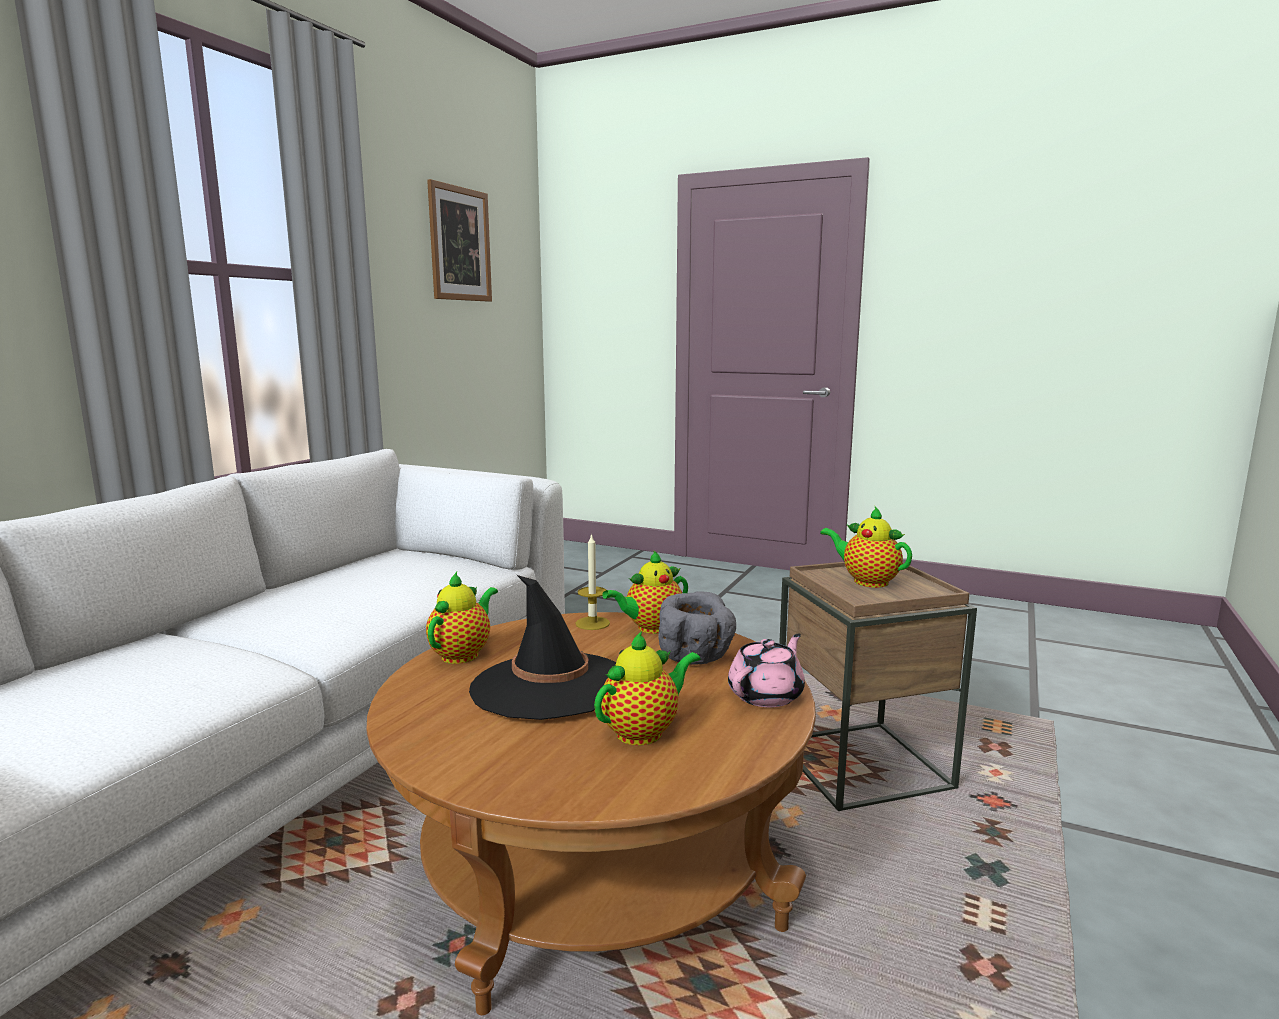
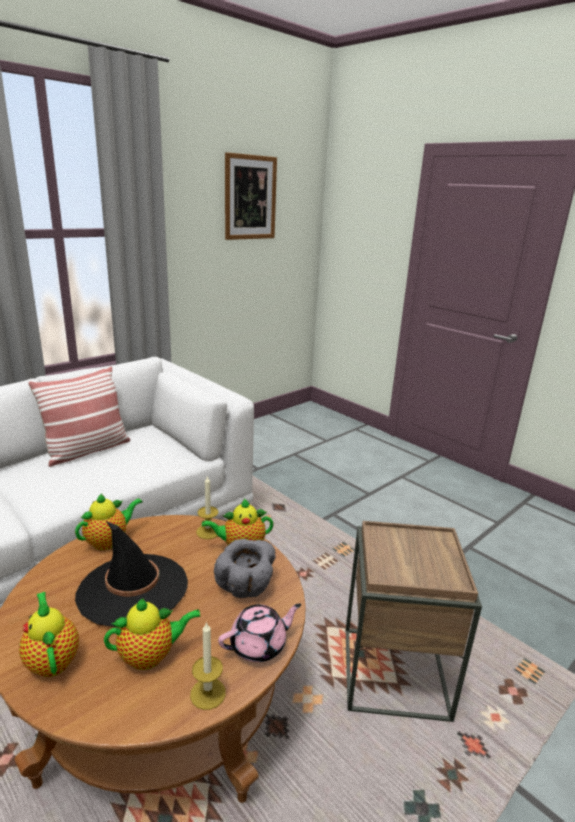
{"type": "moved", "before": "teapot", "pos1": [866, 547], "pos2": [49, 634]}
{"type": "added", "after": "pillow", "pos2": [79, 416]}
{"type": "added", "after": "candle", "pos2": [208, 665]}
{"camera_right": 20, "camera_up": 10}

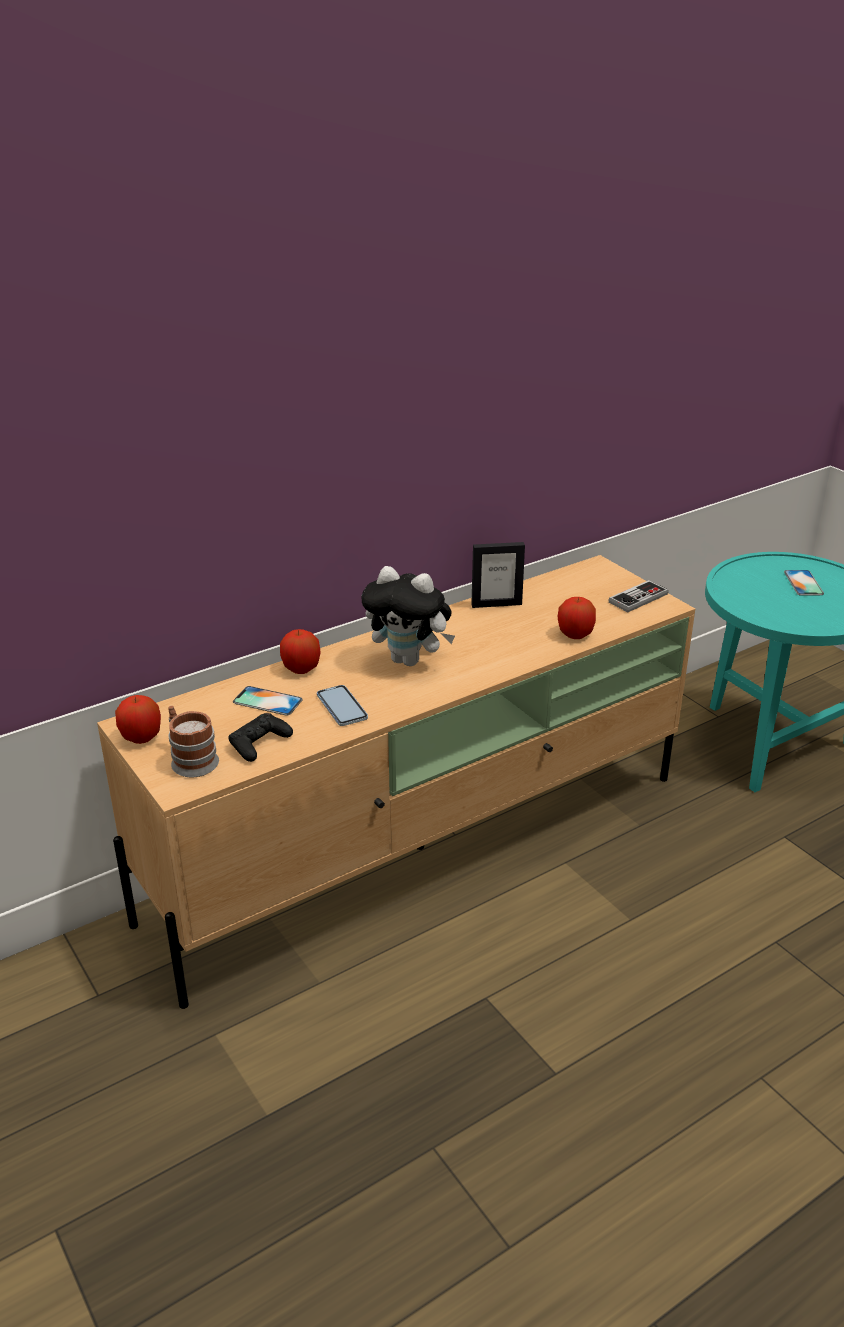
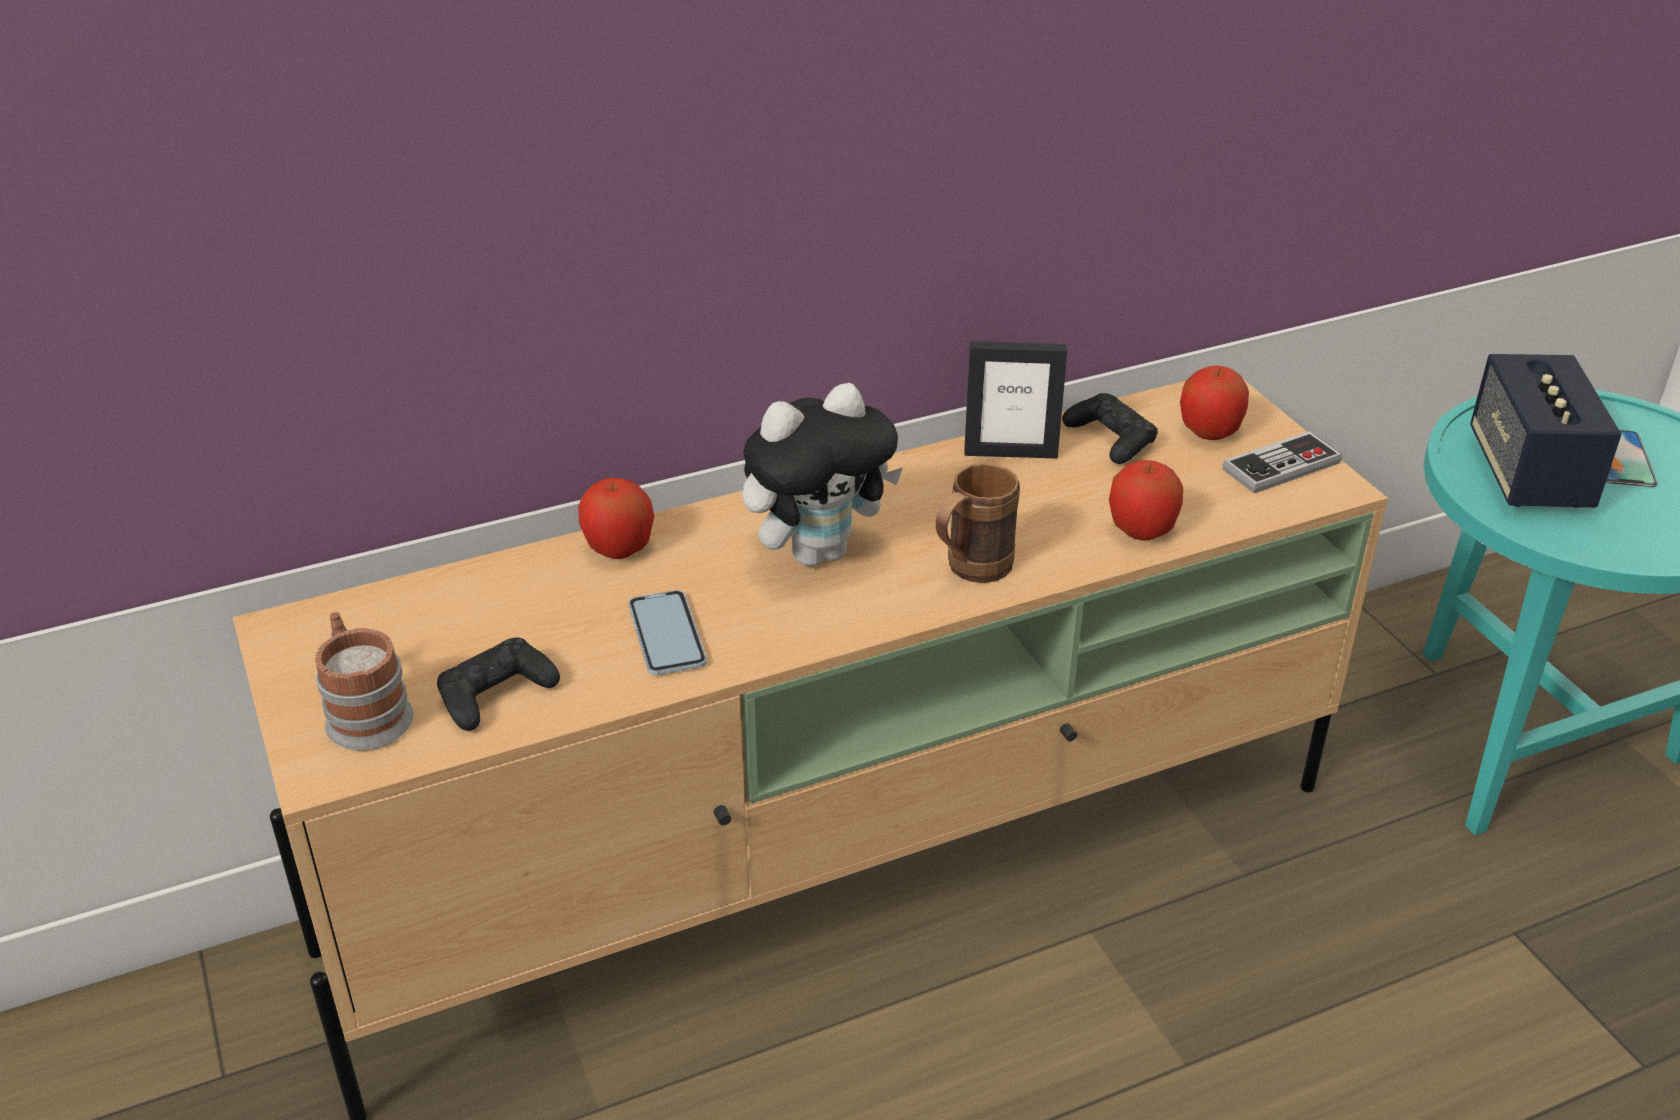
{"type": "turned", "before": "plush toy", "pos1": [408, 616], "pos2": [822, 475], "turn": -60}
{"type": "added", "after": "brown mug", "pos2": [978, 523]}
{"type": "added", "after": "black game controller", "pos2": [1110, 428]}
{"type": "moved", "before": "apple", "pos1": [138, 719], "pos2": [1214, 403]}
{"type": "added", "after": "speaker", "pos2": [1545, 431]}
{"type": "removed", "before": "phone", "pos1": [268, 701]}
{"camera_right": 10, "camera_up": 5}

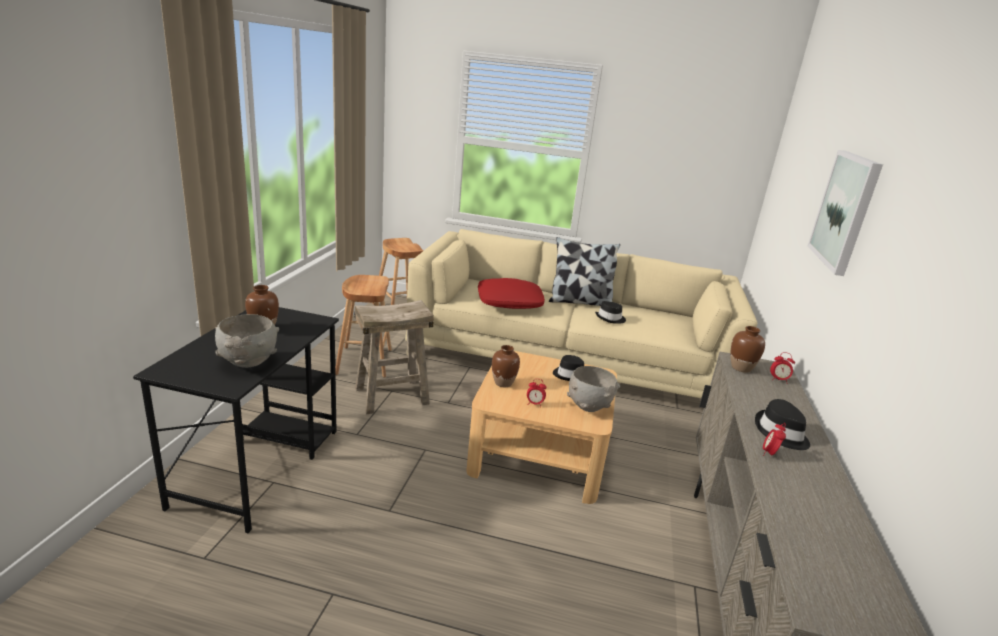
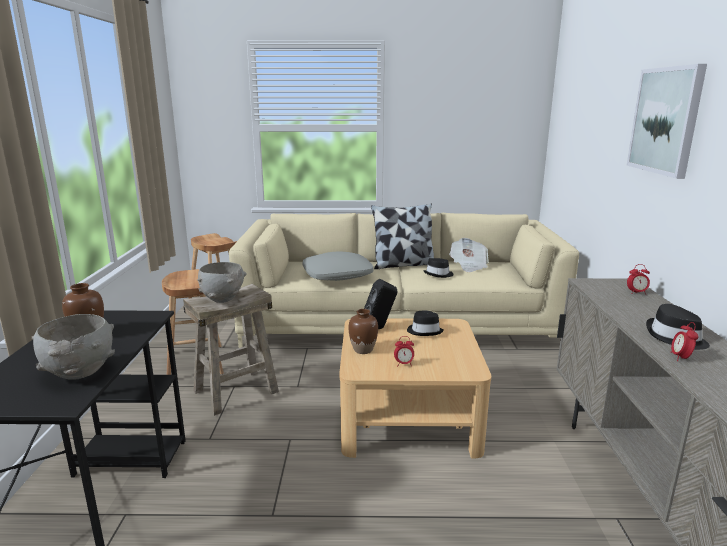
{"type": "moved", "before": "grey bowl", "pos1": [593, 389], "pos2": [222, 282]}
{"type": "recoloured", "before": "red pillow", "after": "grey pillow", "pos1": [511, 293], "pos2": [338, 266]}
{"type": "added", "after": "black speaker", "pos2": [380, 304]}
{"type": "added", "after": "newspaper", "pos2": [468, 255]}
{"type": "removed", "before": "brown vase", "pos1": [747, 349]}
{"camera_right": -10, "camera_up": -5}

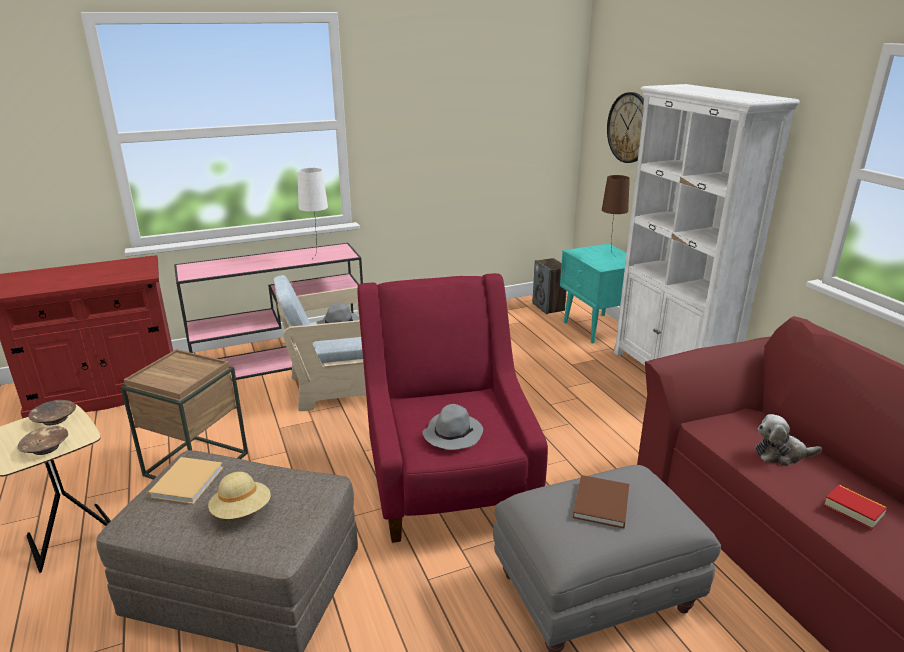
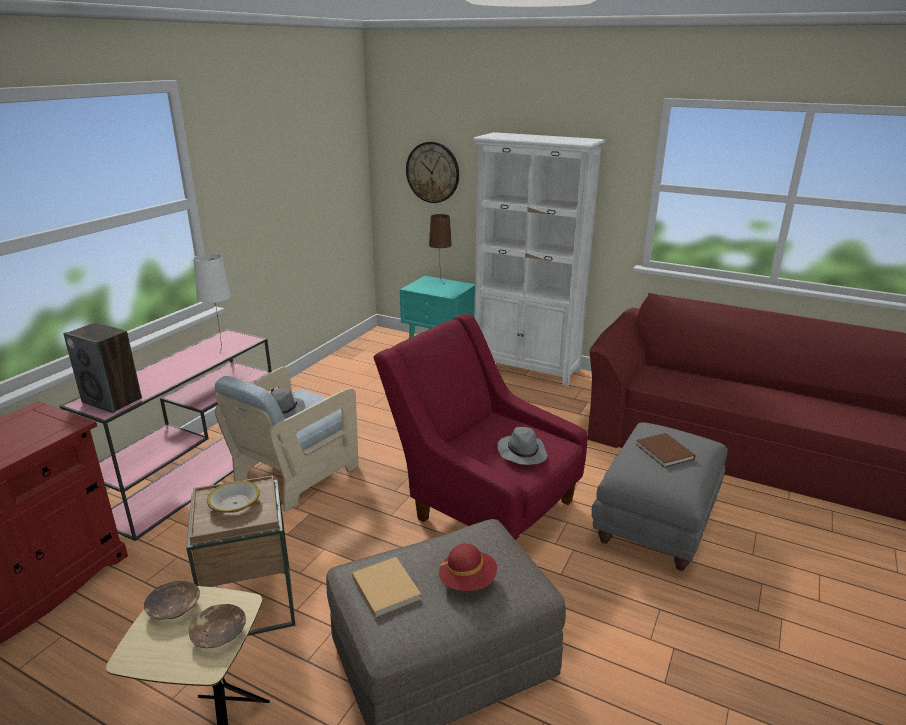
{"type": "moved", "before": "speaker", "pos1": [549, 286], "pos2": [102, 367]}
{"type": "added", "after": "bowl", "pos2": [233, 497]}
{"type": "recoloured", "before": "beige hat", "after": "red hat", "pos1": [239, 495], "pos2": [468, 567]}
{"type": "removed", "before": "plush toy", "pos1": [788, 440]}
{"type": "removed", "before": "book", "pos1": [855, 507]}
{"camera_right": -40, "camera_up": 0}

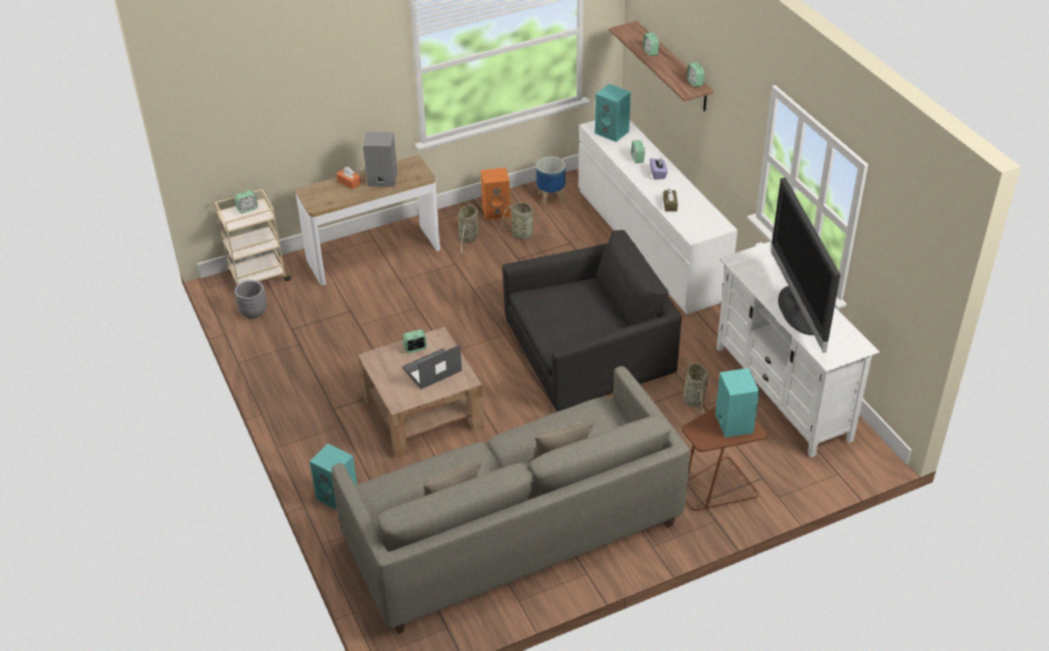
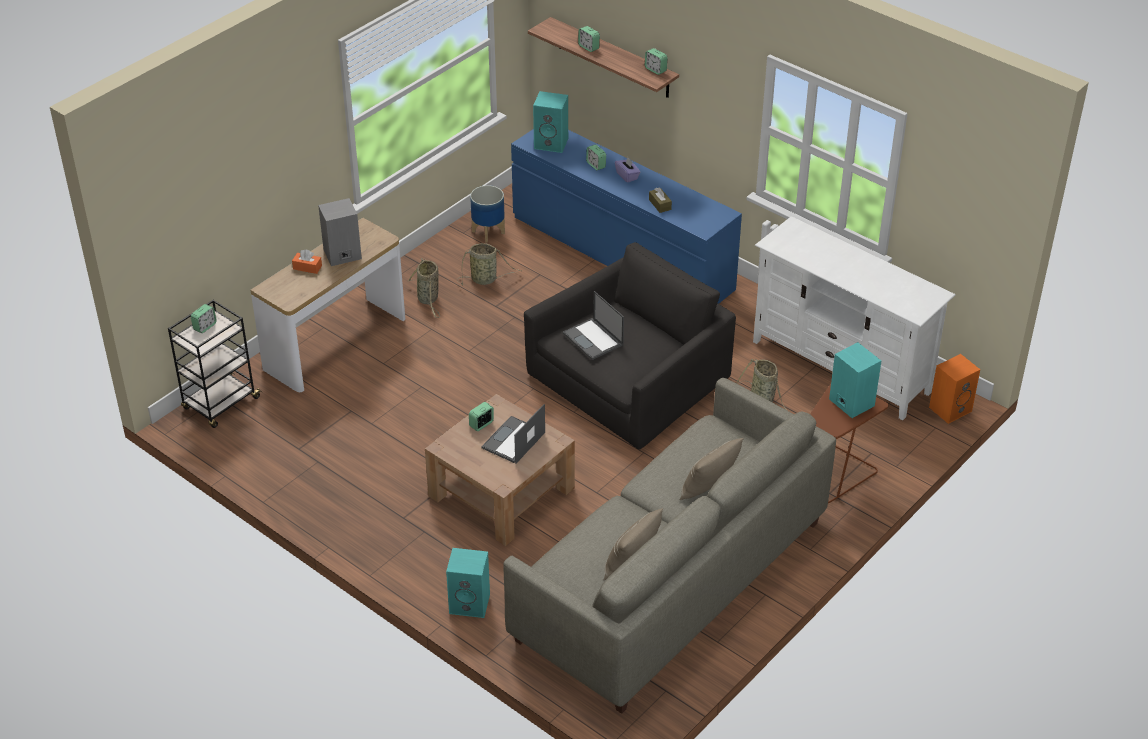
{"type": "recoloured", "before": "beige cart", "after": "black cart", "pos1": [254, 237], "pos2": [215, 364]}
{"type": "recoloured", "before": "white dresser", "after": "blue dresser", "pos1": [658, 217], "pos2": [626, 216]}
{"type": "added", "after": "laptop", "pos2": [593, 325]}
{"type": "moved", "before": "orange speaker", "pos1": [495, 193], "pos2": [954, 389]}
{"type": "removed", "before": "grey planter", "pos1": [251, 299]}
{"type": "removed", "before": "television", "pos1": [806, 265]}
{"camera_right": -25, "camera_up": 0}

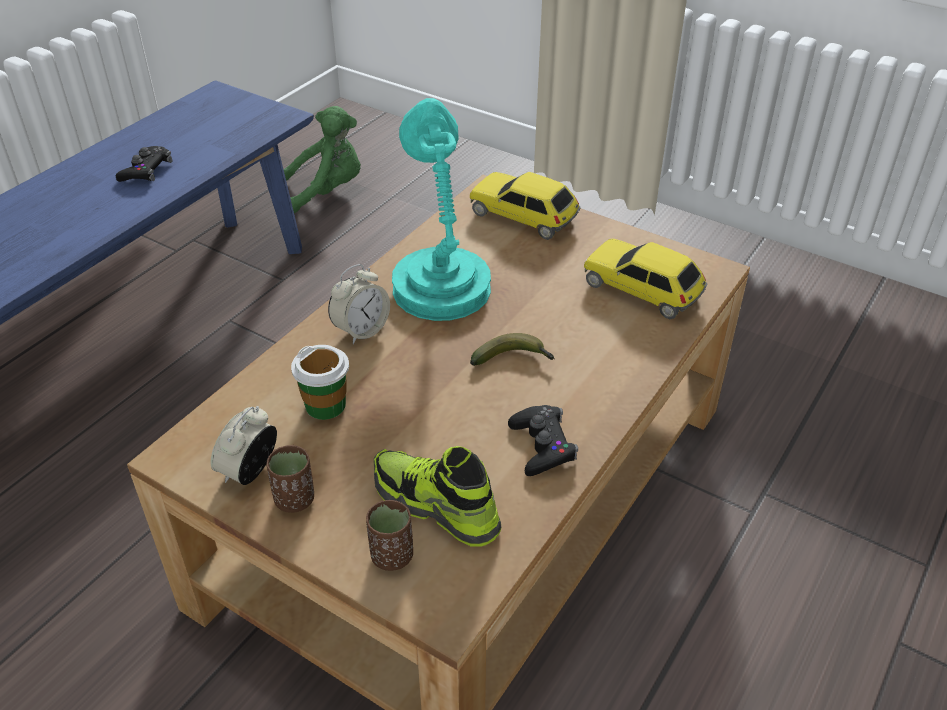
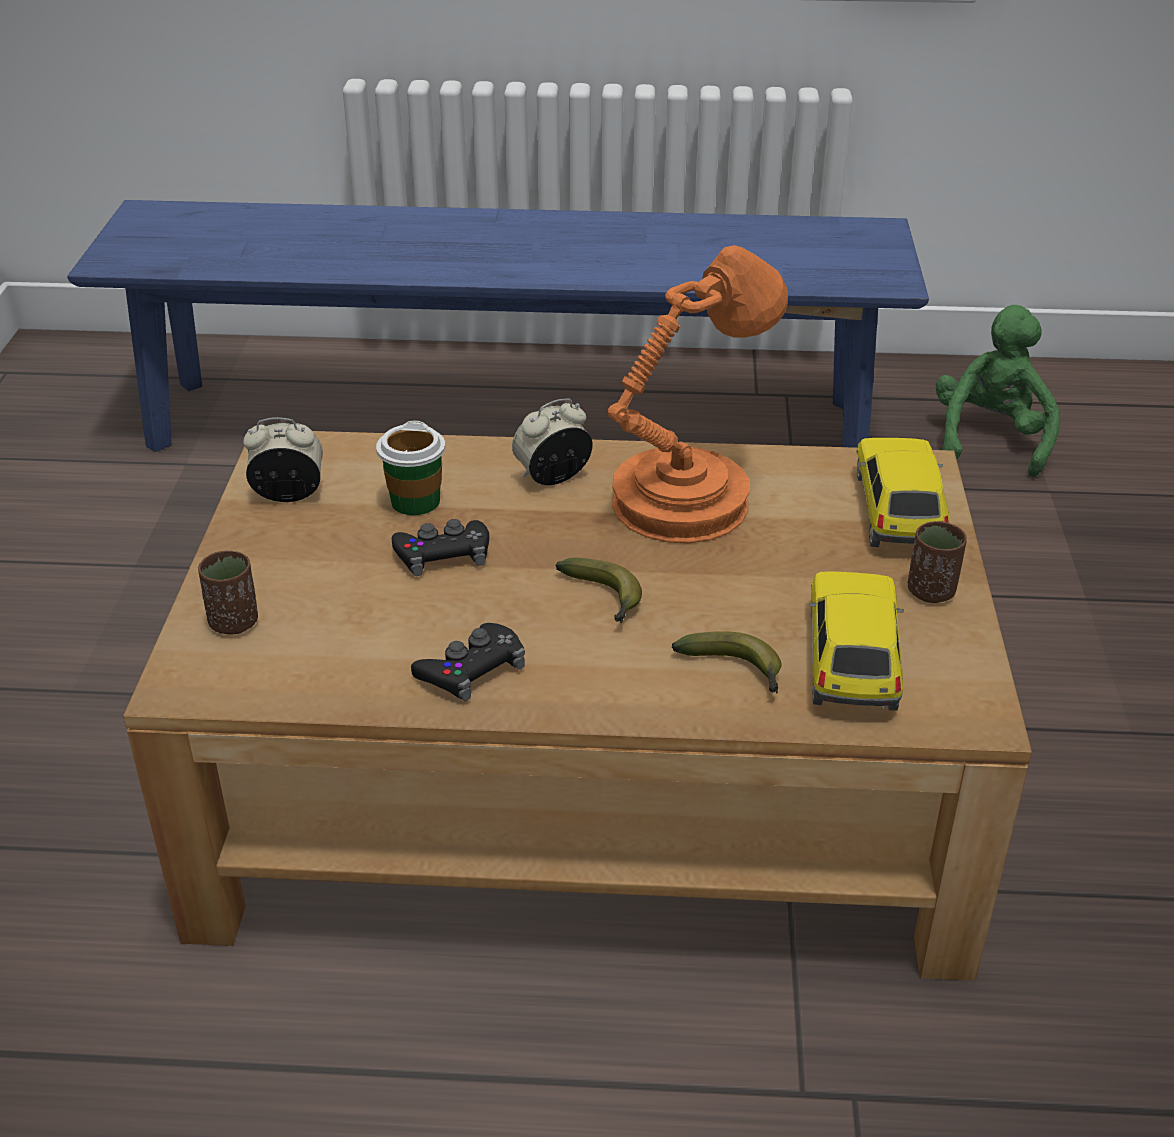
{"type": "moved", "before": "black game controller", "pos1": [144, 164], "pos2": [440, 547]}
{"type": "turned", "before": "alarm clock", "pos1": [359, 304], "pos2": [552, 441], "turn": 135}
{"type": "recoloured", "before": "turquoise table lamp", "after": "orange table lamp", "pos1": [441, 209], "pos2": [697, 394]}
{"type": "added", "after": "banana", "pos2": [727, 662]}
{"type": "moved", "before": "brown cup", "pos1": [290, 479], "pos2": [937, 562]}
{"type": "turned", "before": "green plush toy", "pos1": [322, 159], "pos2": [998, 391], "turn": -120}
{"type": "removed", "before": "shoe", "pos1": [437, 496]}
{"camera_right": 60, "camera_up": -5}

